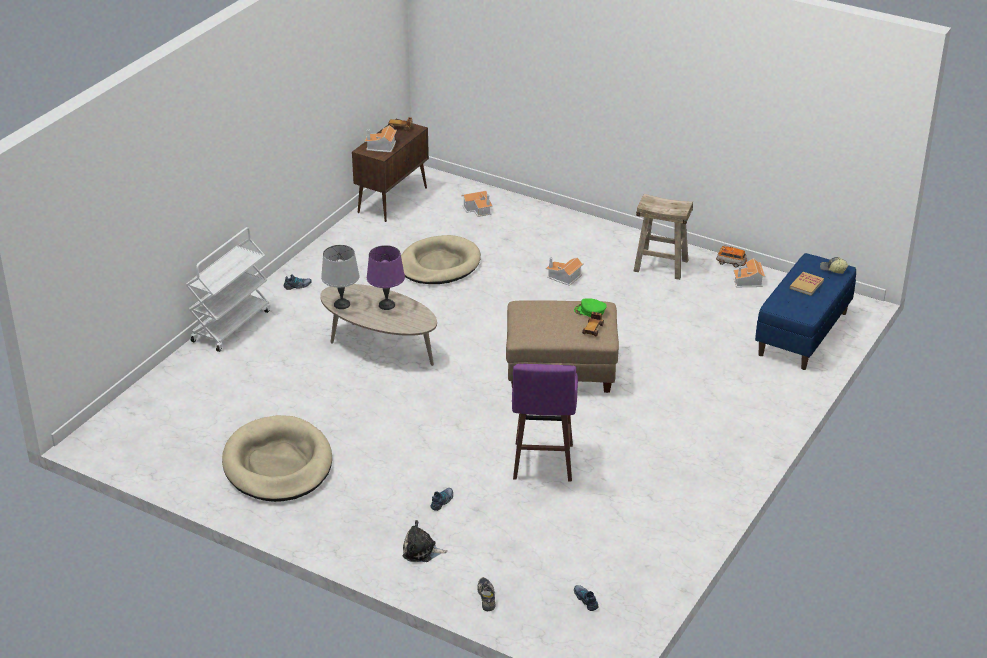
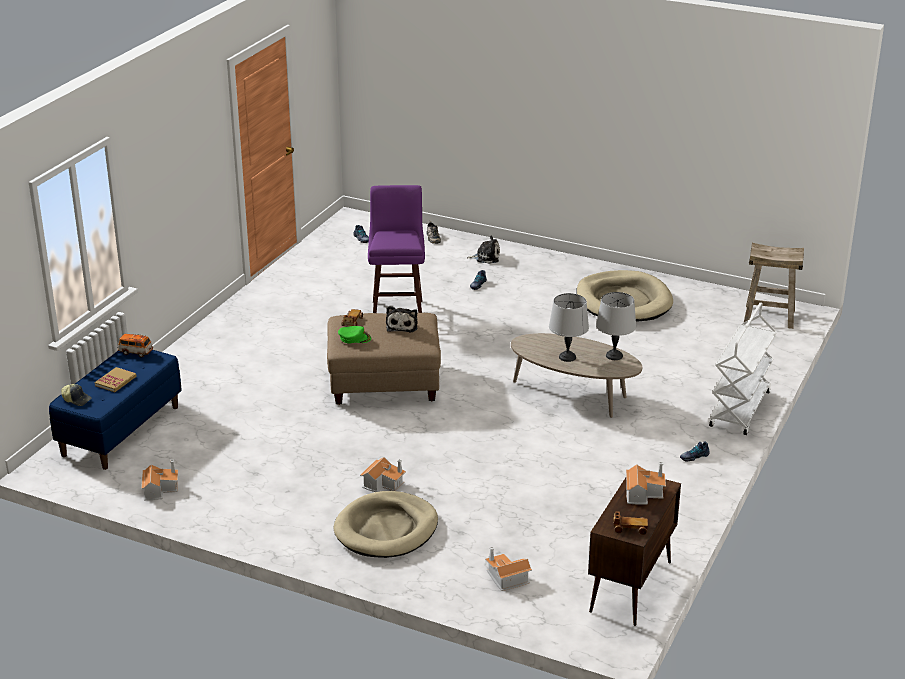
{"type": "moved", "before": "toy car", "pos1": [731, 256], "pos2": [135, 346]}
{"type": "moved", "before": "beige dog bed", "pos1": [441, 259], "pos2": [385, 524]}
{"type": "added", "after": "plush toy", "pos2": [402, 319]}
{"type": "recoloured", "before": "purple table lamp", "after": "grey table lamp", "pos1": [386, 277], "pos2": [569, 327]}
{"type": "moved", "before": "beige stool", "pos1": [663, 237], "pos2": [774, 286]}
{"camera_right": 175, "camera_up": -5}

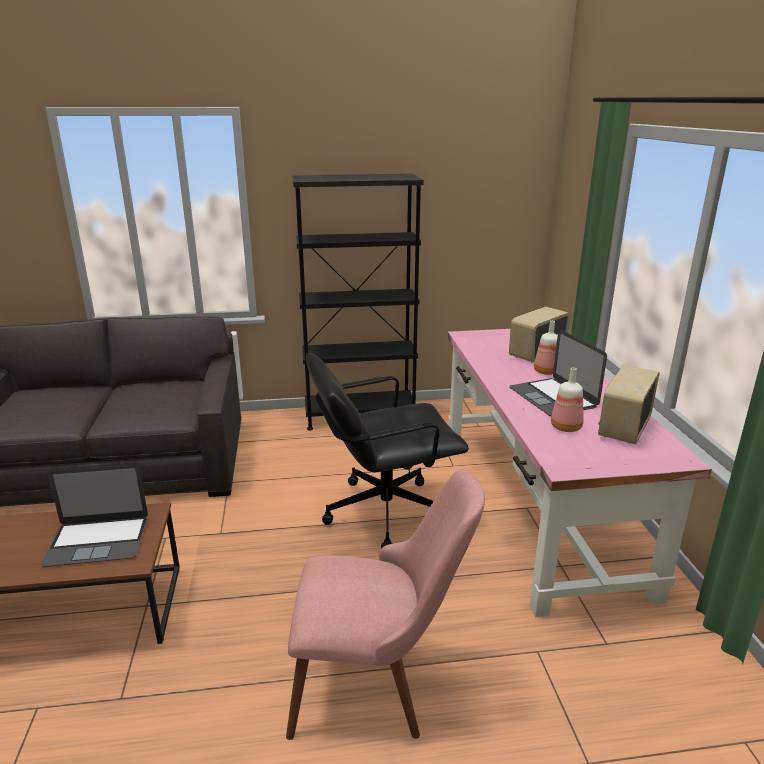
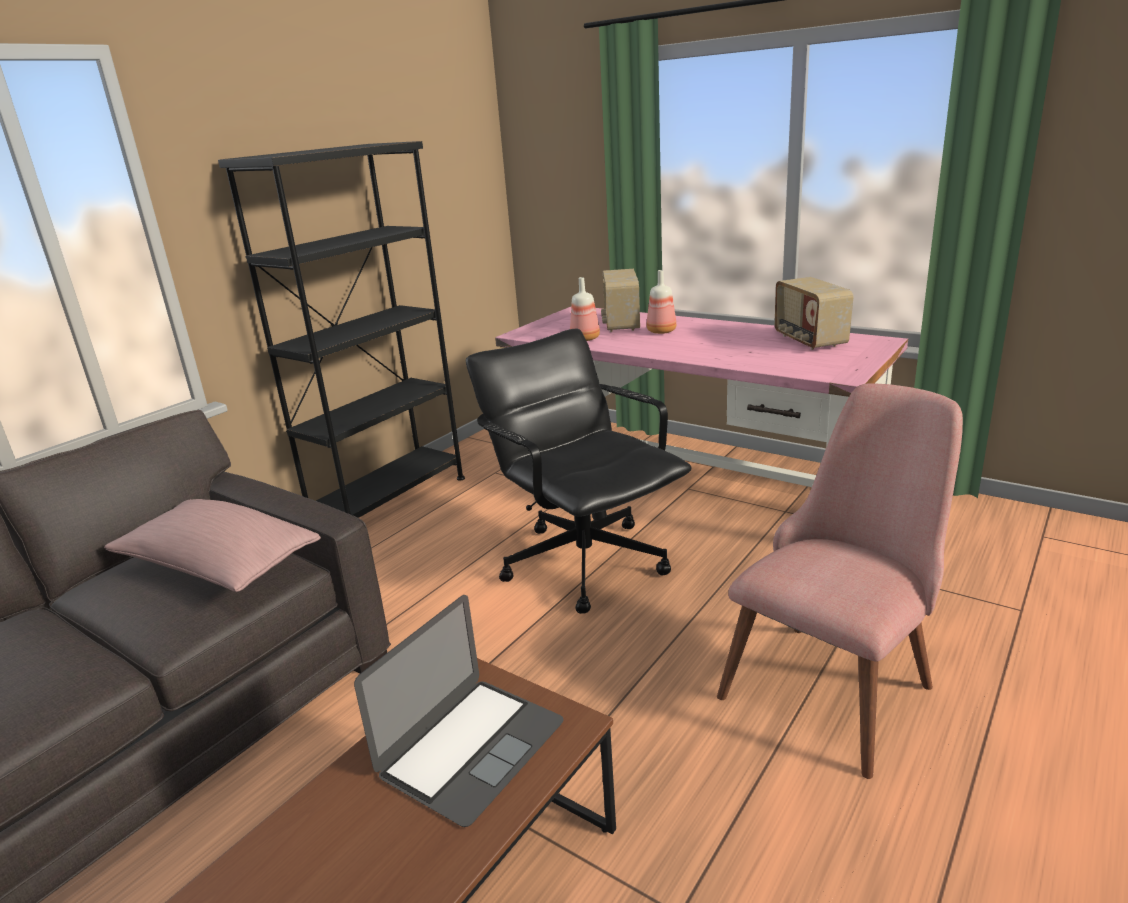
{"type": "added", "after": "pink pillow", "pos2": [212, 545]}
{"type": "turned", "before": "black office chair", "pos1": [387, 451], "pos2": [579, 471], "turn": 120}
{"type": "moved", "before": "bottle", "pos1": [567, 400], "pos2": [585, 309]}
{"type": "removed", "before": "laptop", "pos1": [558, 373]}
{"camera_right": -45, "camera_up": 0}

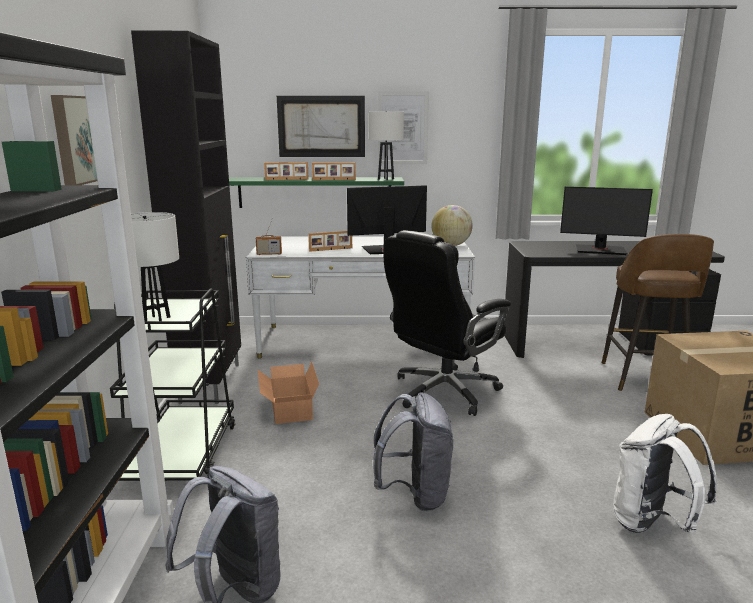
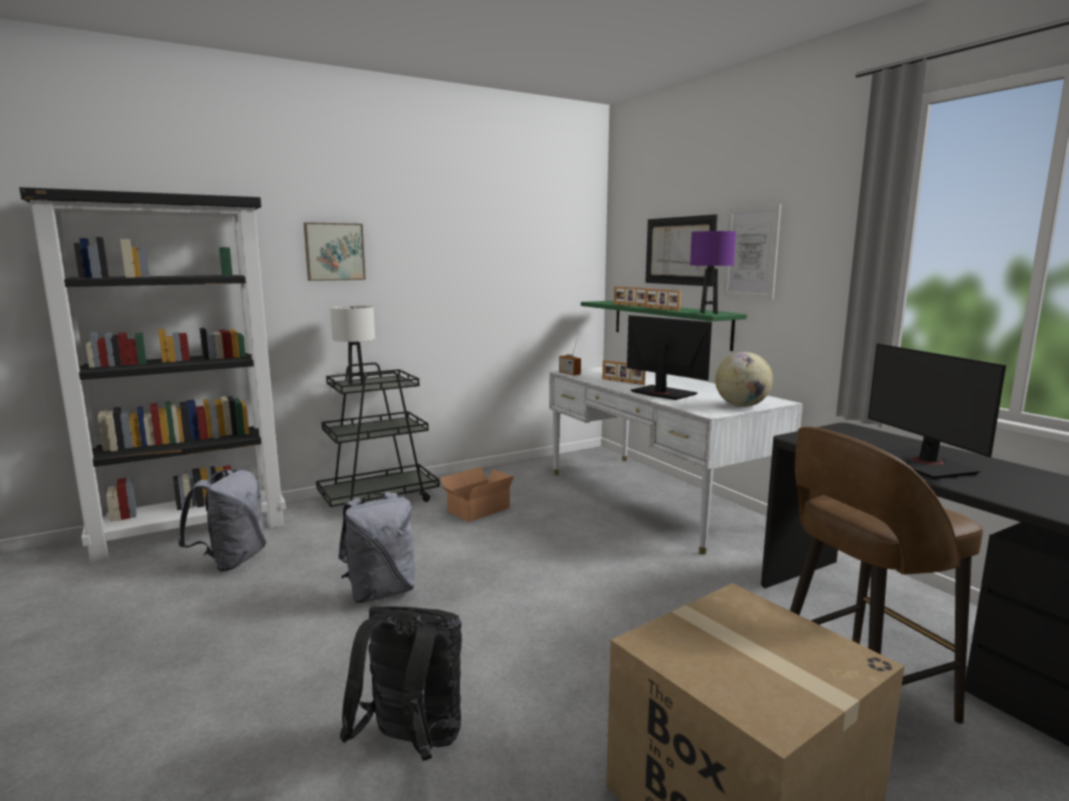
{"type": "recoloured", "before": "white backpack", "after": "black backpack", "pos1": [665, 473], "pos2": [401, 683]}
{"type": "recoloured", "before": "white table lamp", "after": "purple table lamp", "pos1": [386, 145], "pos2": [713, 272]}
{"type": "removed", "before": "black cabinet", "pos1": [186, 217]}
{"type": "removed", "before": "black office chair", "pos1": [447, 323]}
{"camera_right": 60, "camera_up": -5}

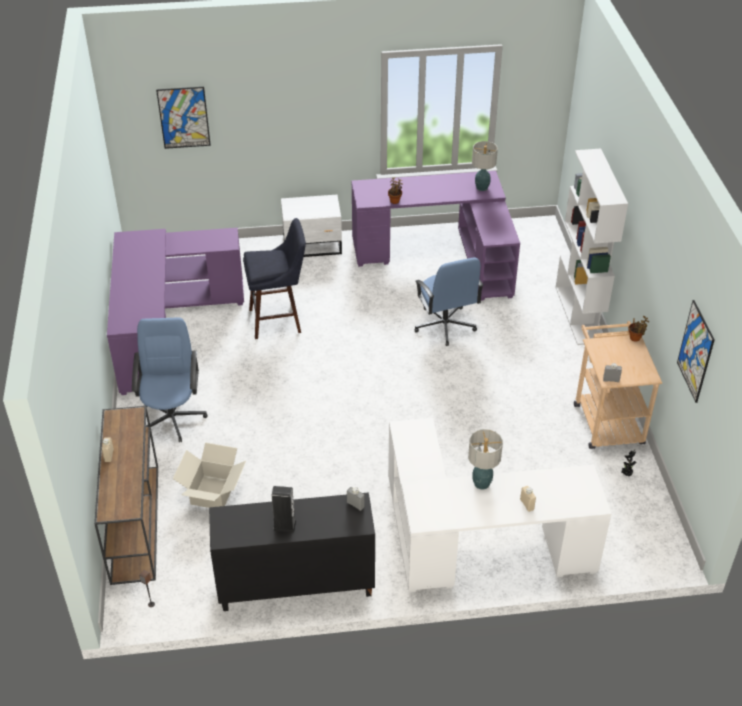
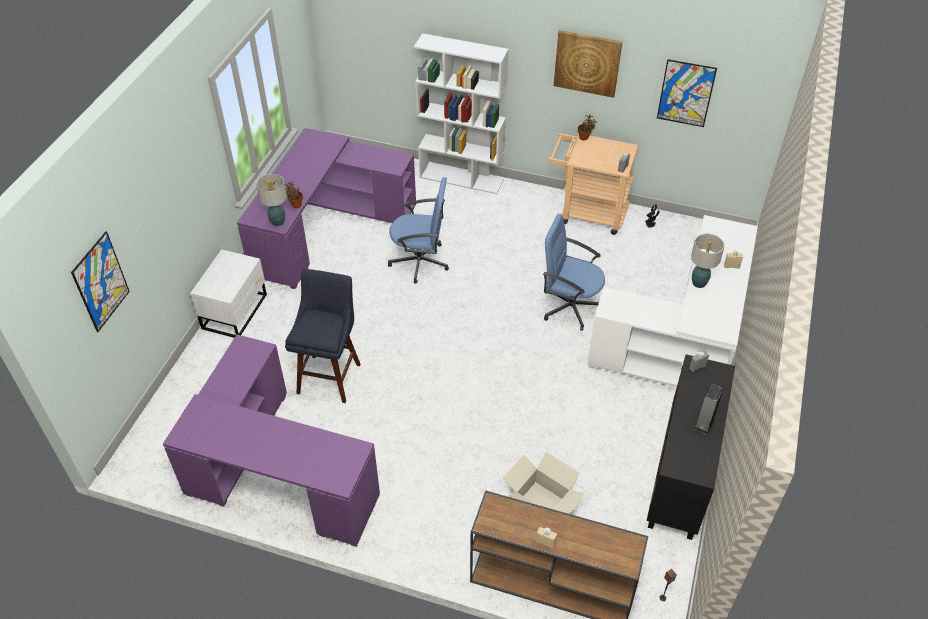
{"type": "moved", "before": "table lamp", "pos1": [485, 166], "pos2": [271, 200]}
{"type": "moved", "before": "blue office chair", "pos1": [170, 379], "pos2": [574, 272]}
{"type": "added", "after": "picture", "pos2": [588, 64]}
{"camera_right": -65, "camera_up": 5}

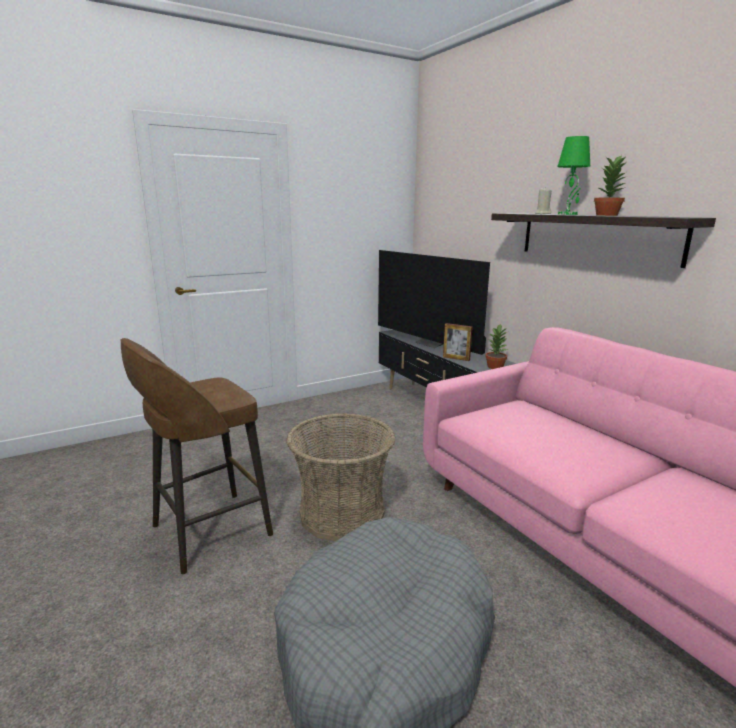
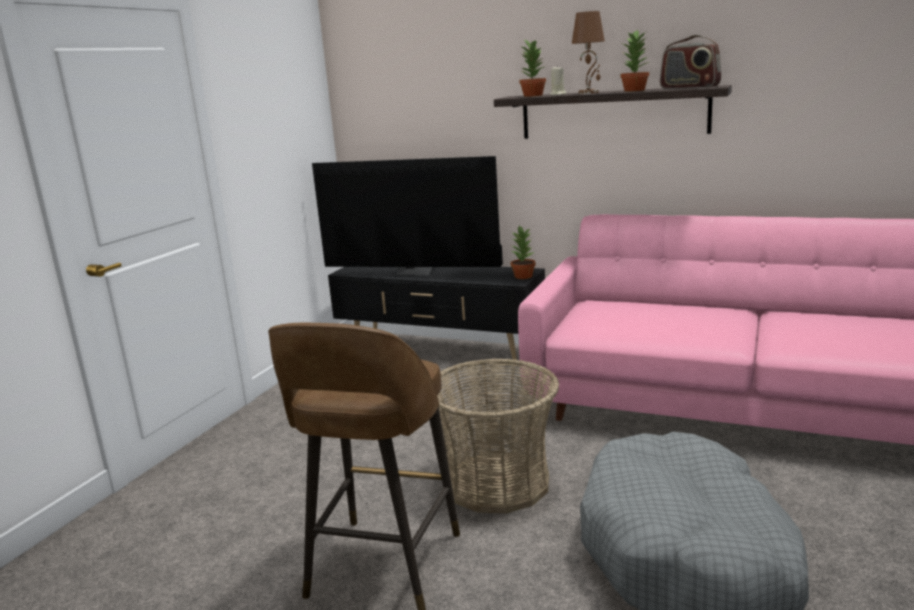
{"type": "added", "after": "potted plant", "pos2": [533, 68]}
{"type": "recoloured", "before": "green table lamp", "after": "brown table lamp", "pos1": [573, 175], "pos2": [588, 52]}
{"type": "added", "after": "radio", "pos2": [690, 62]}
{"type": "removed", "before": "picture frame", "pos1": [458, 342]}
{"camera_right": -35, "camera_up": 0}

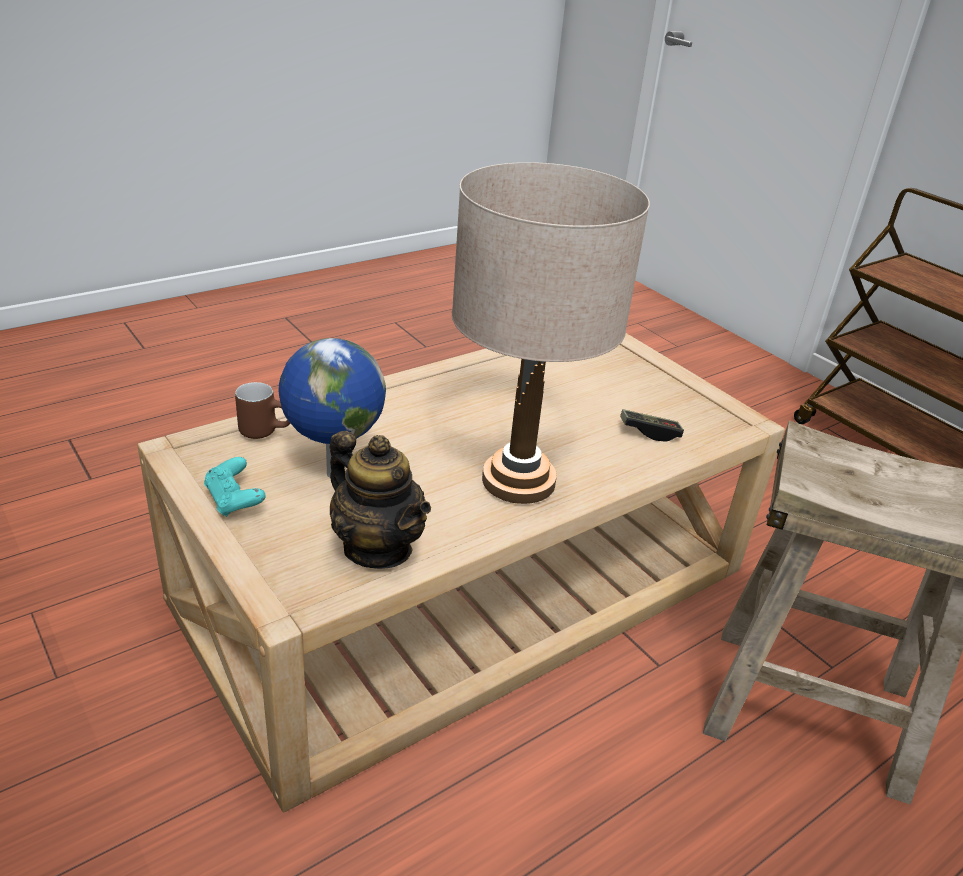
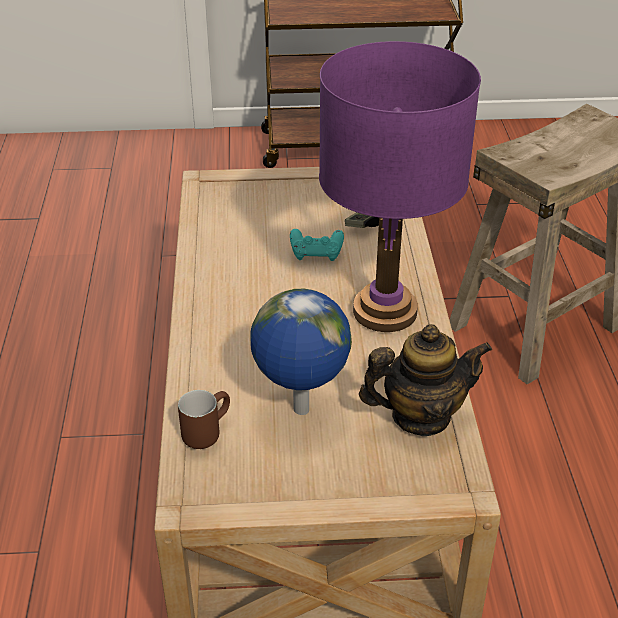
{"type": "moved", "before": "turquoise game controller", "pos1": [235, 487], "pos2": [317, 245]}
{"type": "recoloured", "before": "beige table lamp", "after": "purple table lamp", "pos1": [551, 333], "pos2": [400, 186]}
{"camera_right": -55, "camera_up": 5}

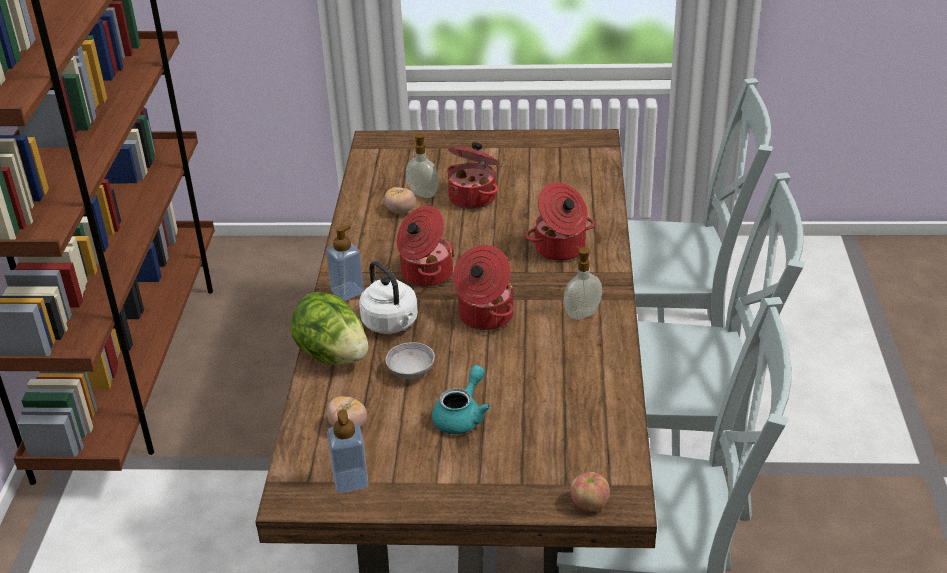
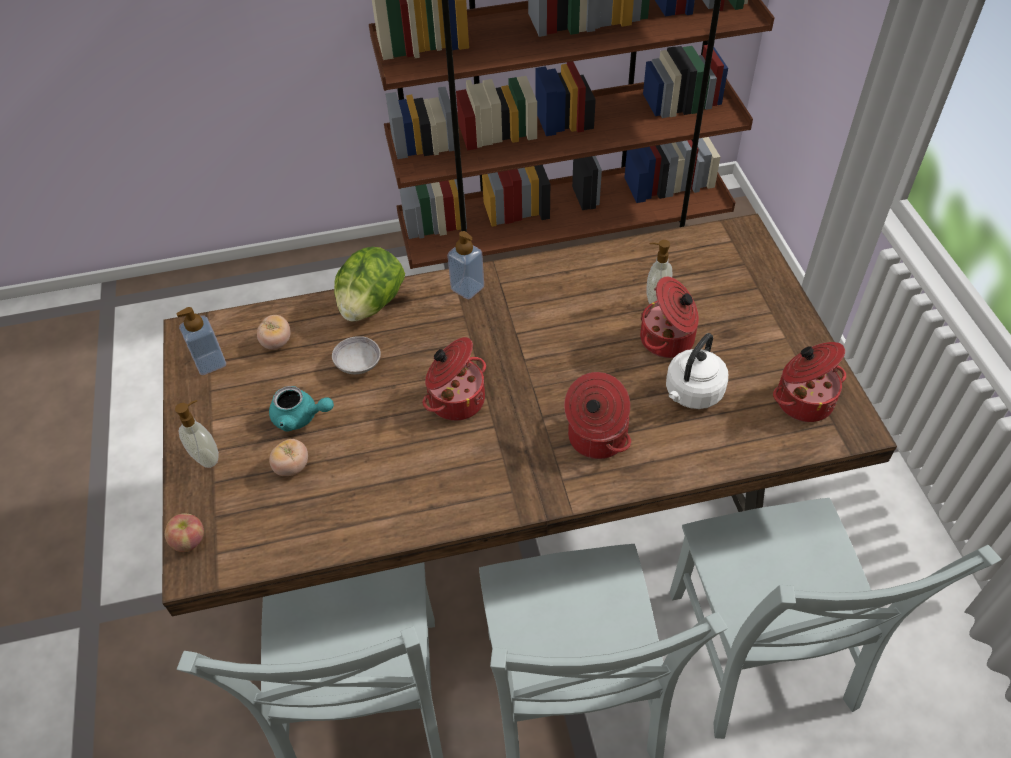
{"type": "moved", "before": "soap dispenser", "pos1": [583, 283], "pos2": [197, 434]}
{"type": "moved", "before": "tomato", "pos1": [399, 200], "pos2": [288, 457]}
{"type": "moved", "before": "white kettle", "pos1": [388, 297], "pos2": [697, 371]}
{"type": "moved", "before": "cooking pot", "pos1": [425, 246], "pos2": [809, 382]}
{"camera_right": 75, "camera_up": 15}

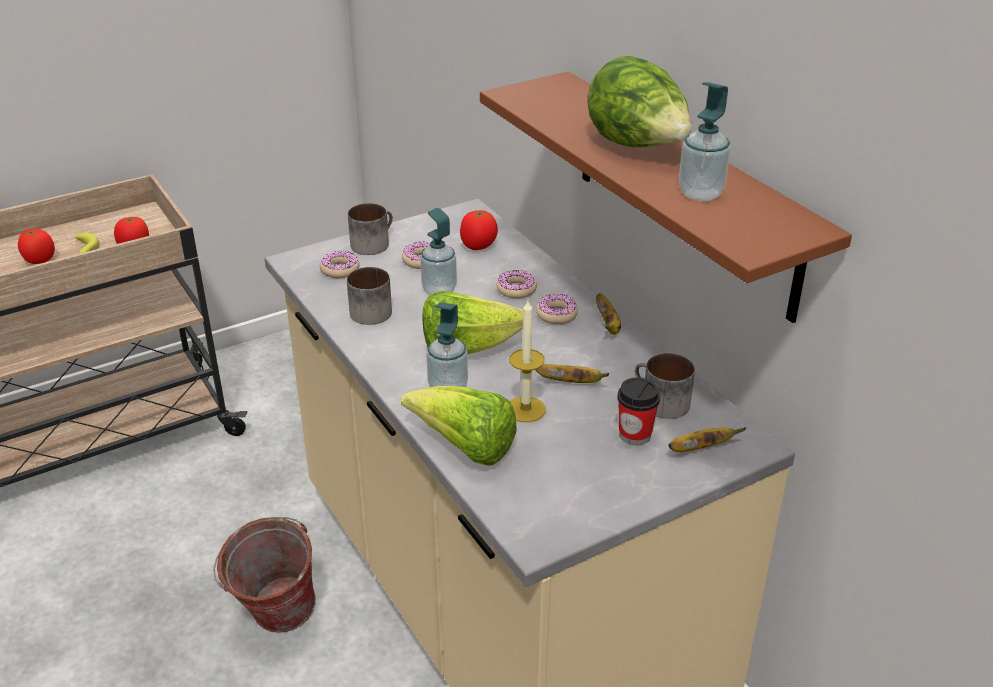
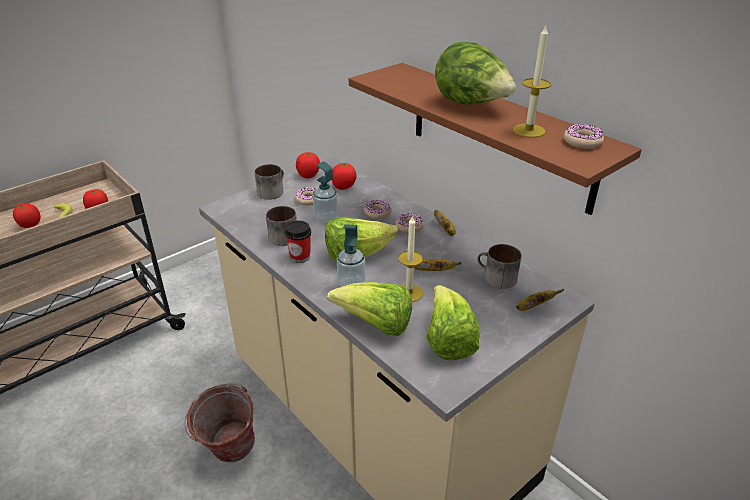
{"type": "moved", "before": "cup", "pos1": [638, 411], "pos2": [298, 242]}
{"type": "added", "after": "tomato", "pos2": [308, 165]}
{"type": "added", "after": "lettuce", "pos2": [453, 322]}
{"type": "replaced", "before": "soap dispenser", "after": "candle", "pos1": [705, 141], "pos2": [532, 81]}
{"type": "moved", "before": "donut", "pos1": [339, 264], "pos2": [584, 136]}
{"camera_right": -10, "camera_up": 0}

